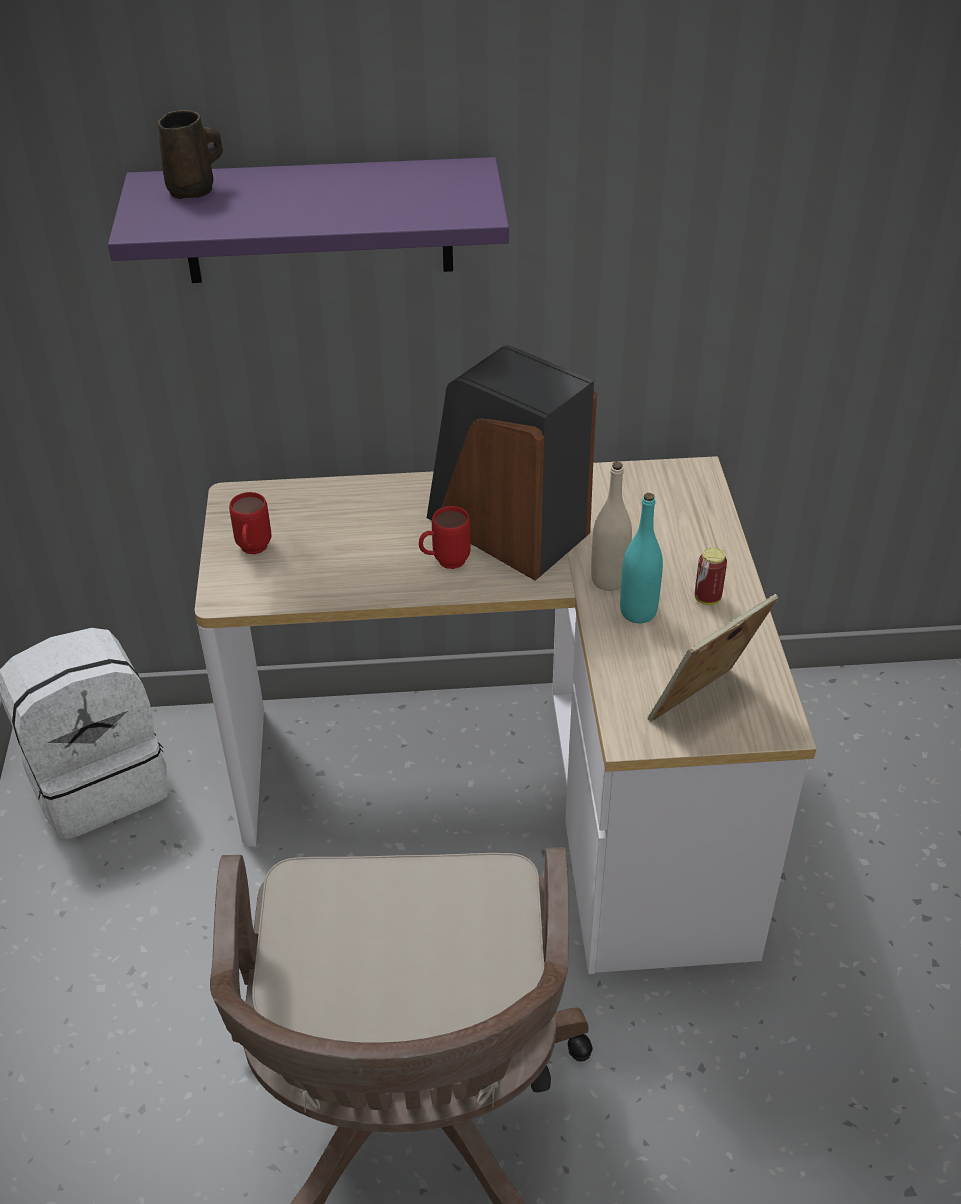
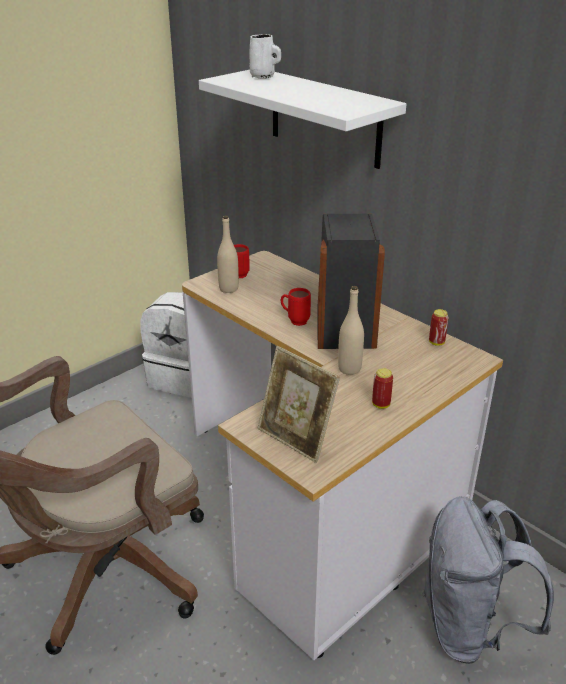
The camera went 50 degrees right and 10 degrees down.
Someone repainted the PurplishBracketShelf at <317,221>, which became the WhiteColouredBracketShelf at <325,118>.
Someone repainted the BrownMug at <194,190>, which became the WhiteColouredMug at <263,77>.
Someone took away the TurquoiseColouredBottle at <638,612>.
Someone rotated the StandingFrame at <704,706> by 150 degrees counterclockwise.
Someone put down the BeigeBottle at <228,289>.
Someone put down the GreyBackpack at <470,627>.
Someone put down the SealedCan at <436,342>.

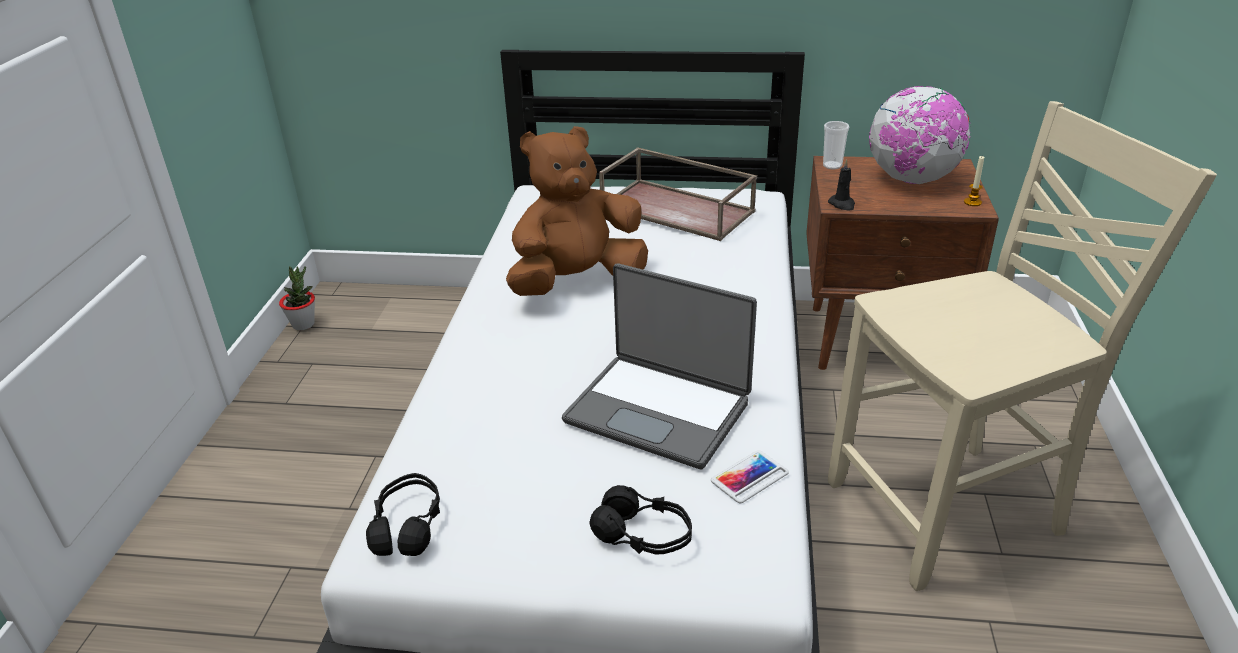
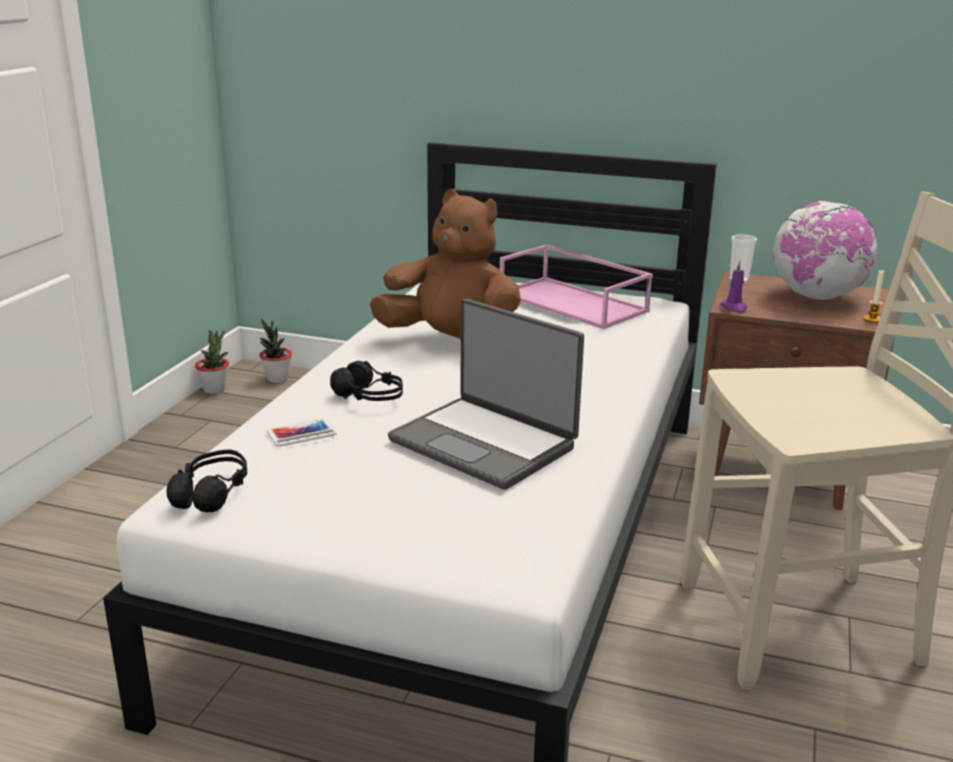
The camera went 10 degrees right and 10 degrees down.
Someone rotated the BrownCuddlyToy at <577,281> by 45 degrees clockwise.
Someone carried the BlackHeadset from <643,535> to <369,397>.
Someone repainted the BrownServingTray at <679,209>, which became the PinkServingTray at <574,302>.
Someone carried the Handset from <749,477> to <301,433>.
Someone repainted the BlackWaxLight at <842,204>, which became the PurplishWaxLight at <734,308>.
Someone put down the PottedPlant at <277,379>.

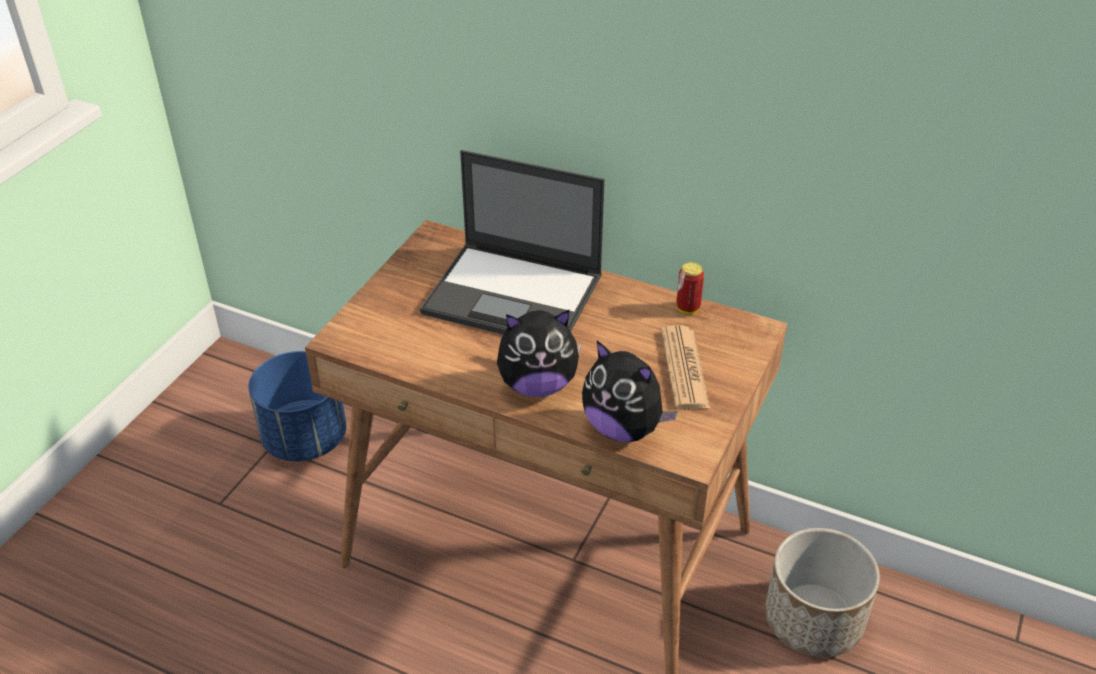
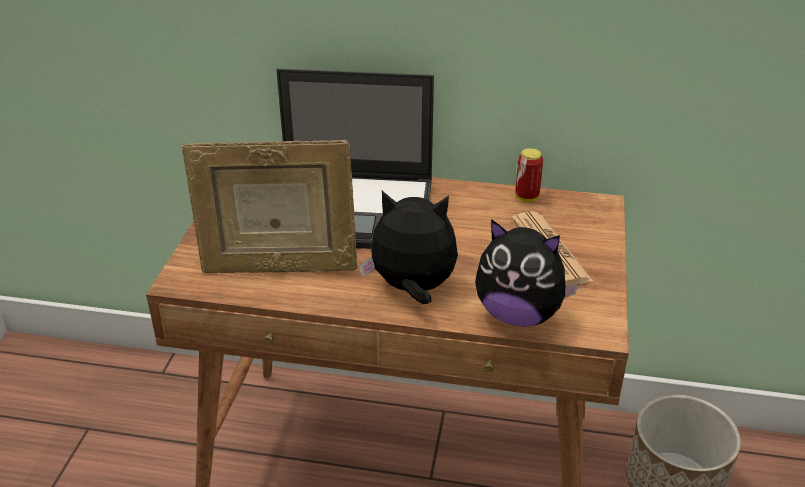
The camera went 15 degrees left and 5 degrees down.
Someone took away the BlueFlowerPot at <304,439>.
Someone rotated the CuddlyToy at <537,385> by 150 degrees counterclockwise.
Someone put down the StandingFrame at <278,267>.

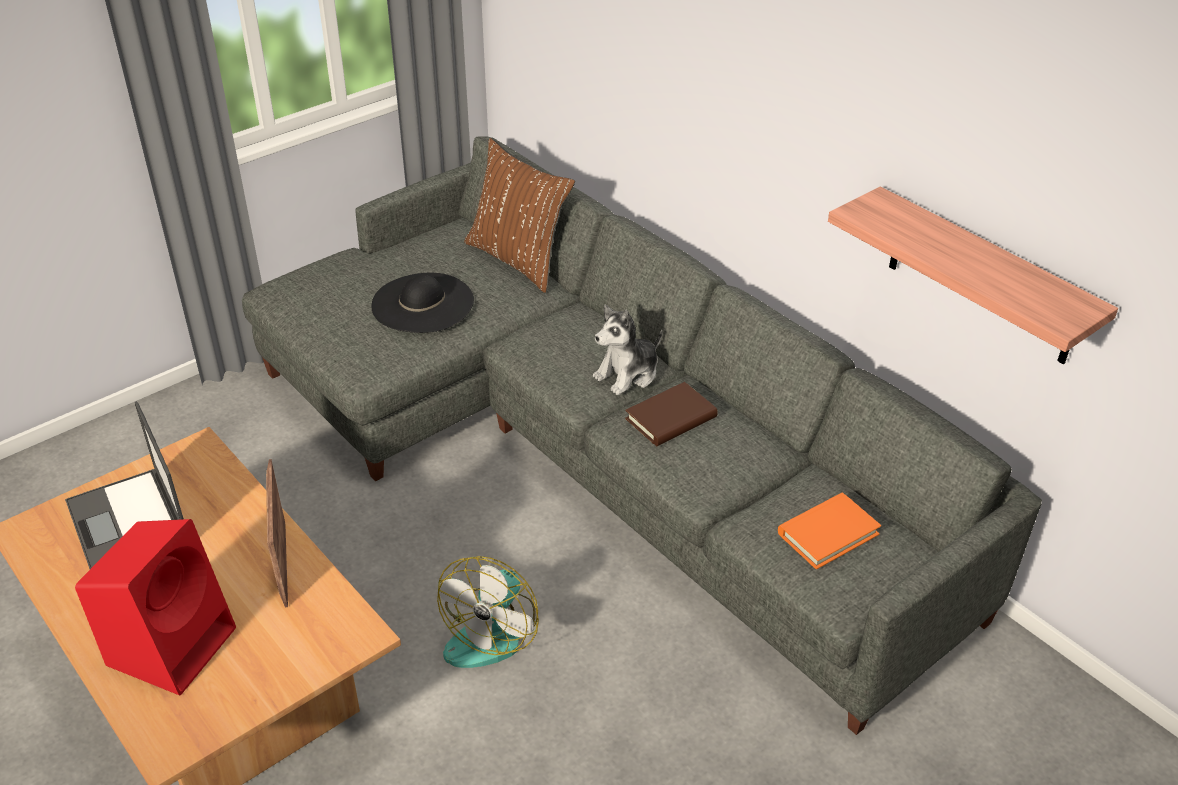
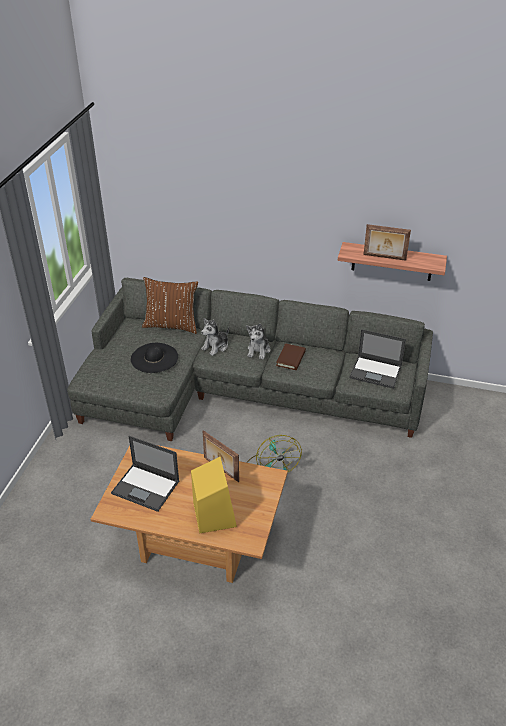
The camera went 35 degrees left and 0 degrees up.
Someone repainted the RedColouredSpeaker at <173,643>, which became the YellowSpeaker at <214,514>.
Someone swapped the OrangeColouredVolume at <828,534> for the NotebookComputer at <376,372>.
Someone put down the CuddlyToy at <216,346>.
Someone put down the StandingFrame at <384,257>.

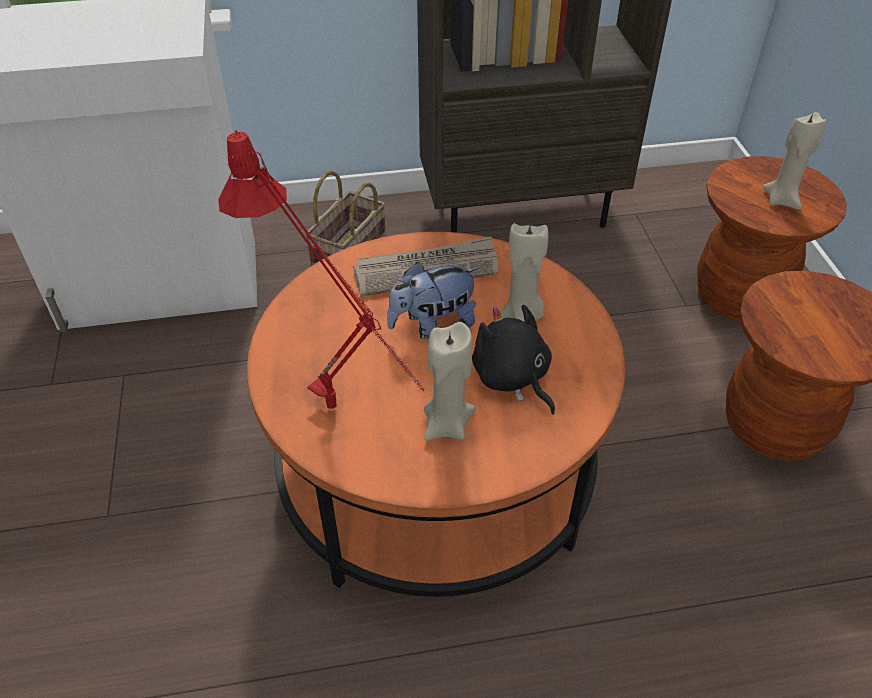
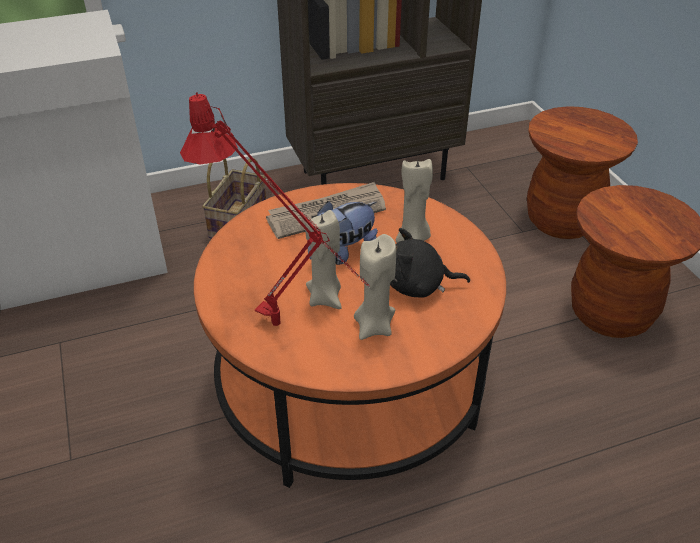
The camera went 10 degrees left and 5 degrees down.
Someone rotated the BlackCuddlyToy at <512,378> by 45 degrees counterclockwise.
Someone carried the BeigeWaxLight from <782,200> to <325,297>.

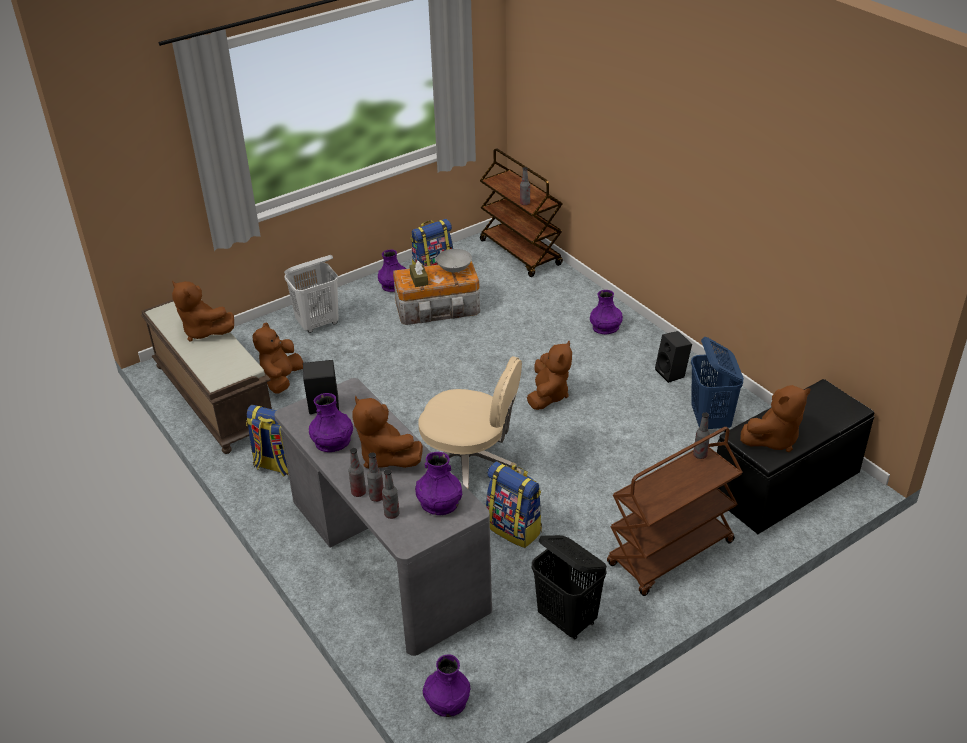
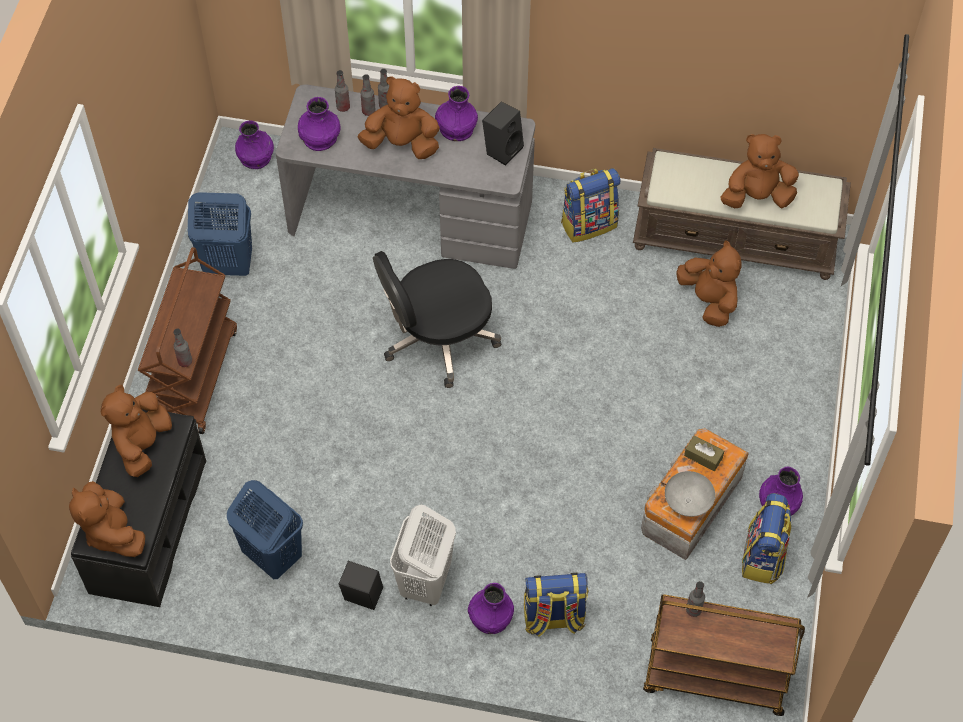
The camera went 135 degrees right and 20 degrees up.
Someone carried the WhiteColouredWashingBasket from <318,323> to <425,583>.
Someone repainted the BeigeDeskChair at <470,465>, which became the BlackDeskChair at <438,339>.
Someone carried the Backpack from <515,528> to <553,618>.
Someone carried the BrownCuddlyToy from <548,395> to <112,532>.
Someone repainted the BlackWashingBasket at <567,620>, which became the BlueWashingBasket at <227,265>.

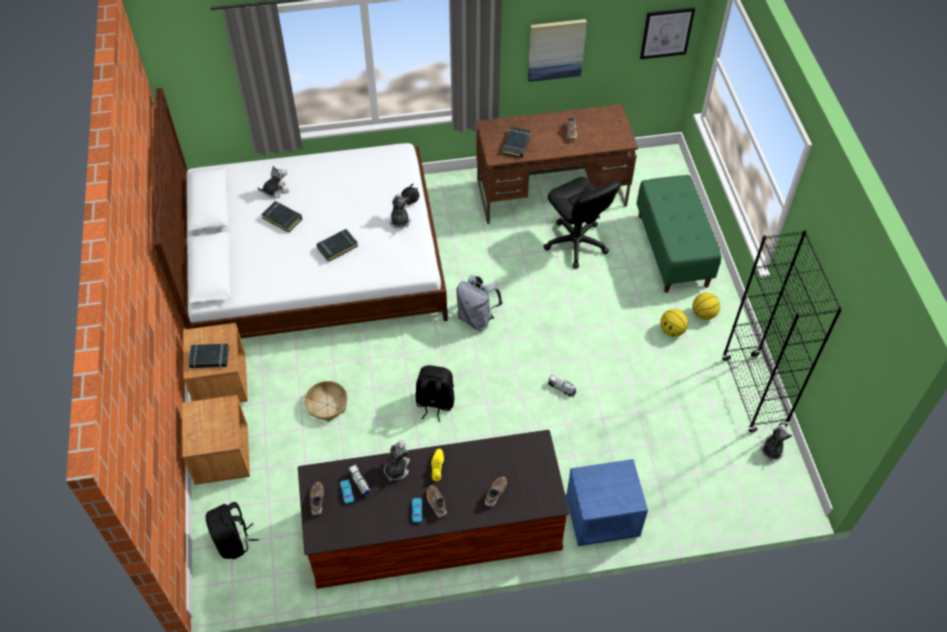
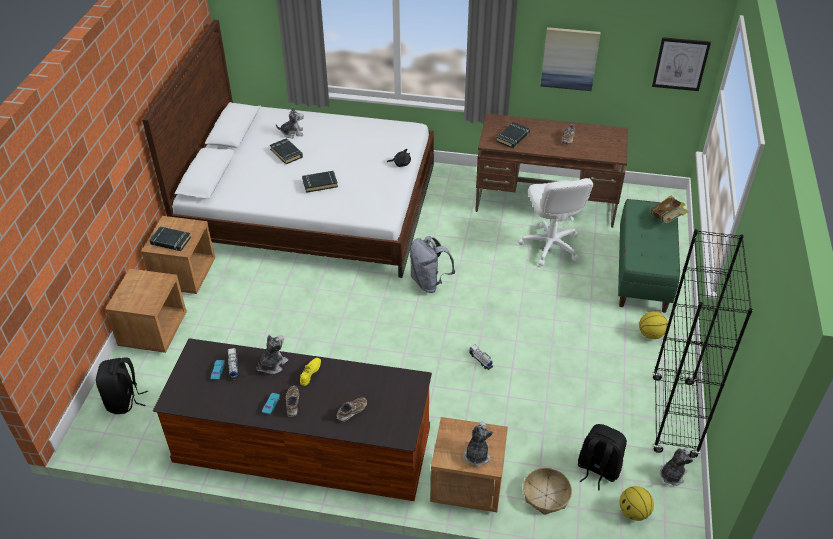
The camera went 20 degrees right and 10 degrees down.
Someone carried the StorageBasket from <327,405> to <546,495>.
Someone took away the Shoe at <317,500>.
Someone carried the CuddlyToy from <399,221> to <476,454>.
Someone carried the BlackBackpack from <434,403> to <597,469>.
Someone repainted the BlackDeskChair at <576,243>, which became the WhiteColouredDeskChair at <550,246>.
Someone repainted the BlueBedsideTable at <601,518>, which became the BrownBedsideTable at <467,484>.
Someone carried the BasketballBall from <672,330> to <634,512>.
Someone put down the Volume at <666,220>.

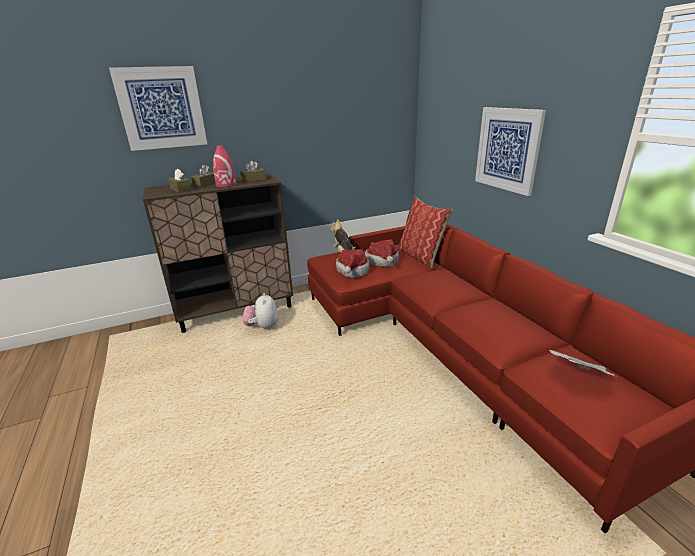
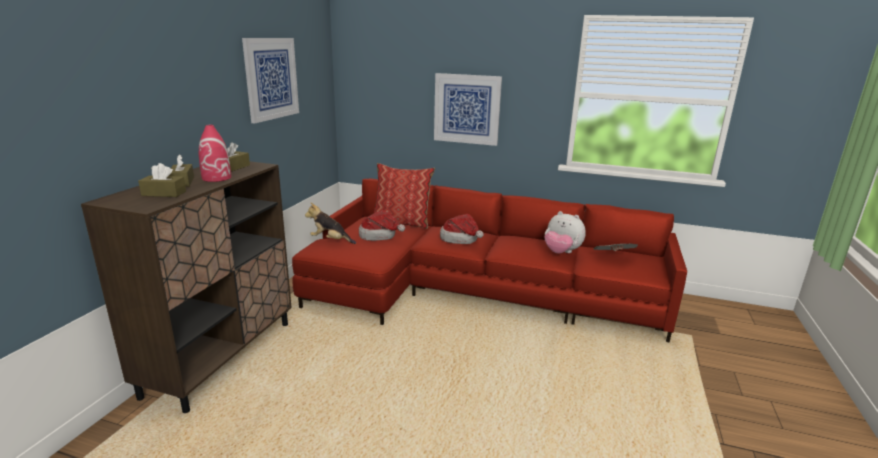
The camera went 50 degrees left and 5 degrees down.
Someone carried the Picture from <161,108> to <271,78>.
Someone carried the CuddlyToy from <263,327> to <561,252>.
Someone carried the WearableHat from <352,272> to <461,239>.

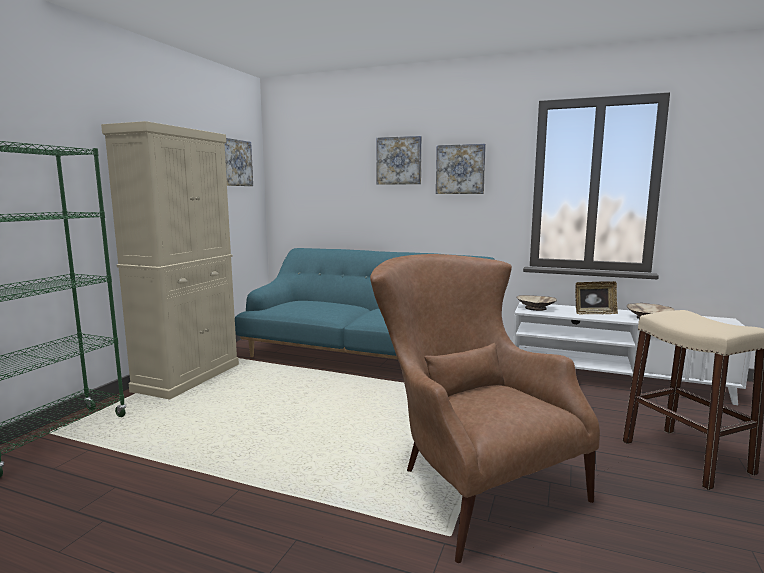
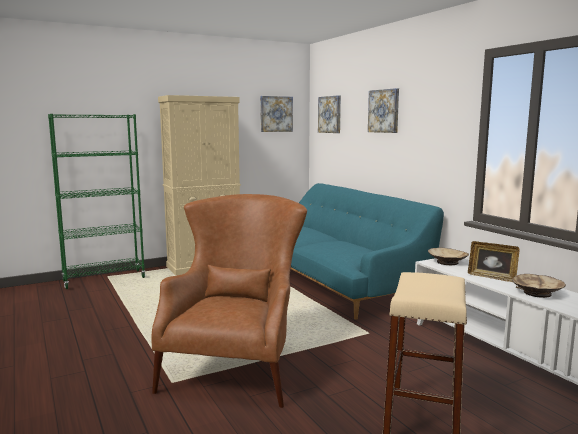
The camera went 40 degrees right and 0 degrees up.
Someone carried the Picture from <460,169> to <330,114>.

